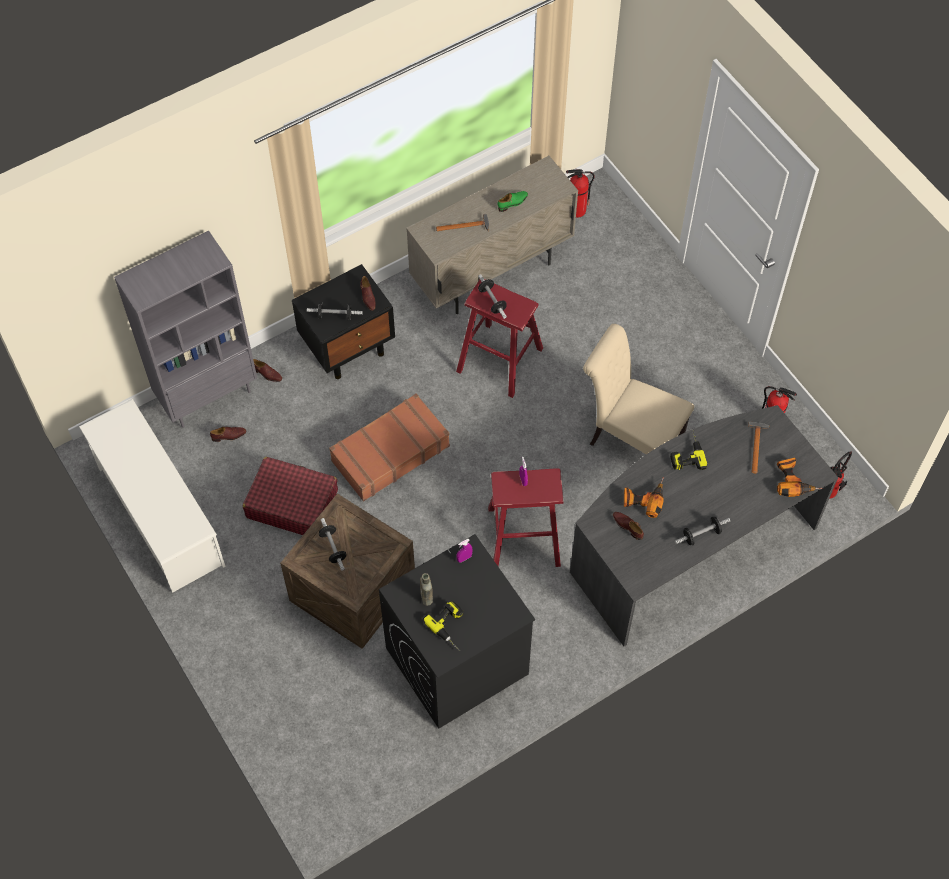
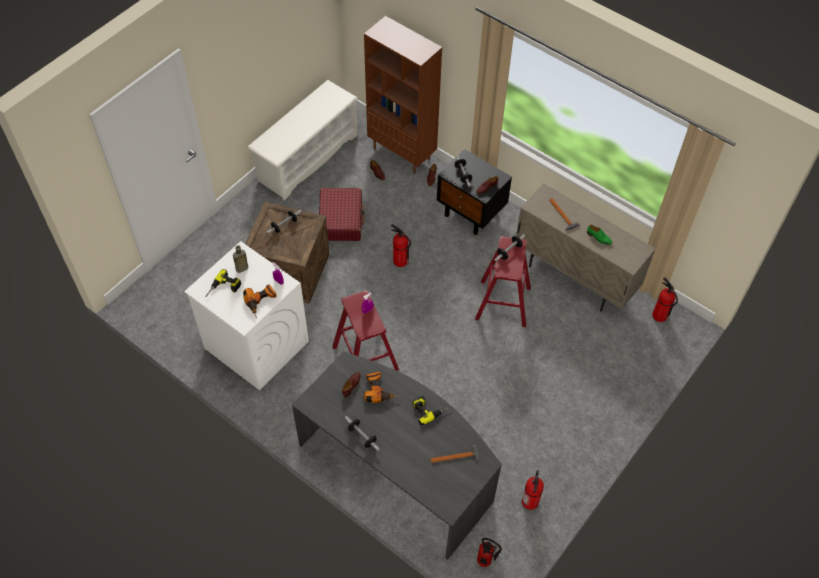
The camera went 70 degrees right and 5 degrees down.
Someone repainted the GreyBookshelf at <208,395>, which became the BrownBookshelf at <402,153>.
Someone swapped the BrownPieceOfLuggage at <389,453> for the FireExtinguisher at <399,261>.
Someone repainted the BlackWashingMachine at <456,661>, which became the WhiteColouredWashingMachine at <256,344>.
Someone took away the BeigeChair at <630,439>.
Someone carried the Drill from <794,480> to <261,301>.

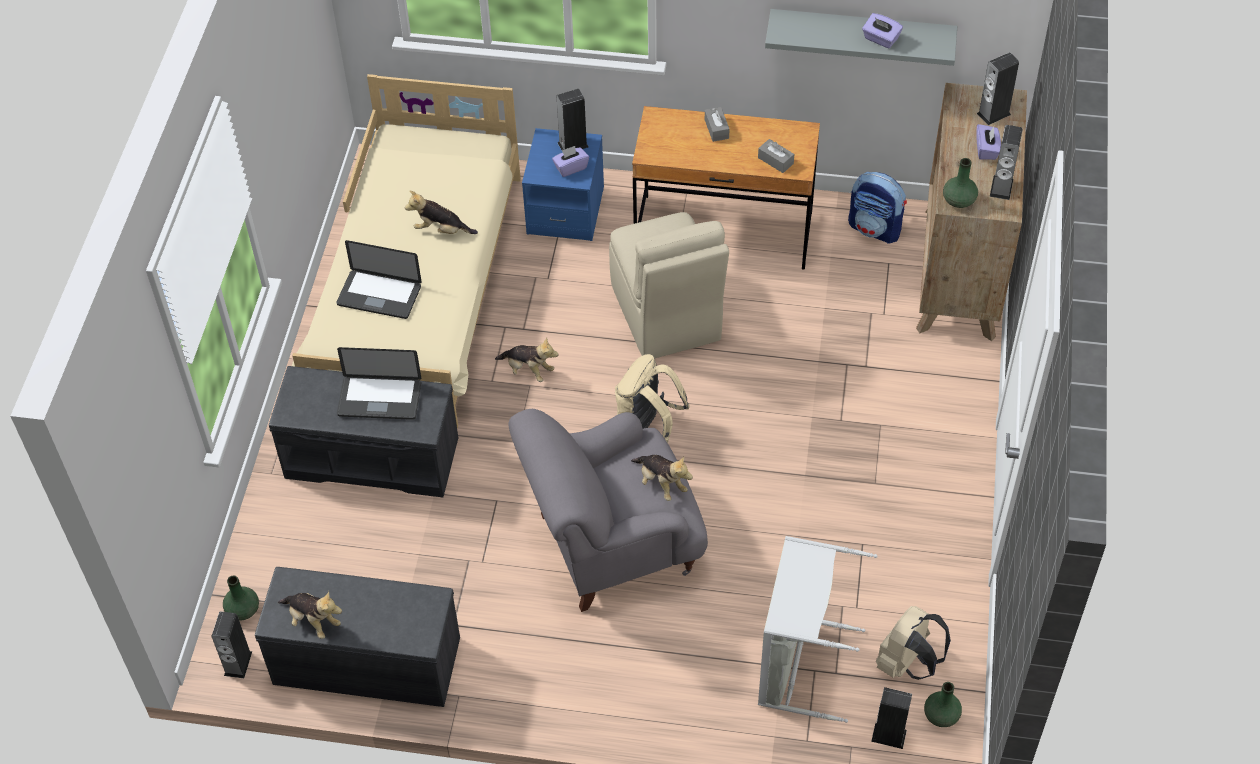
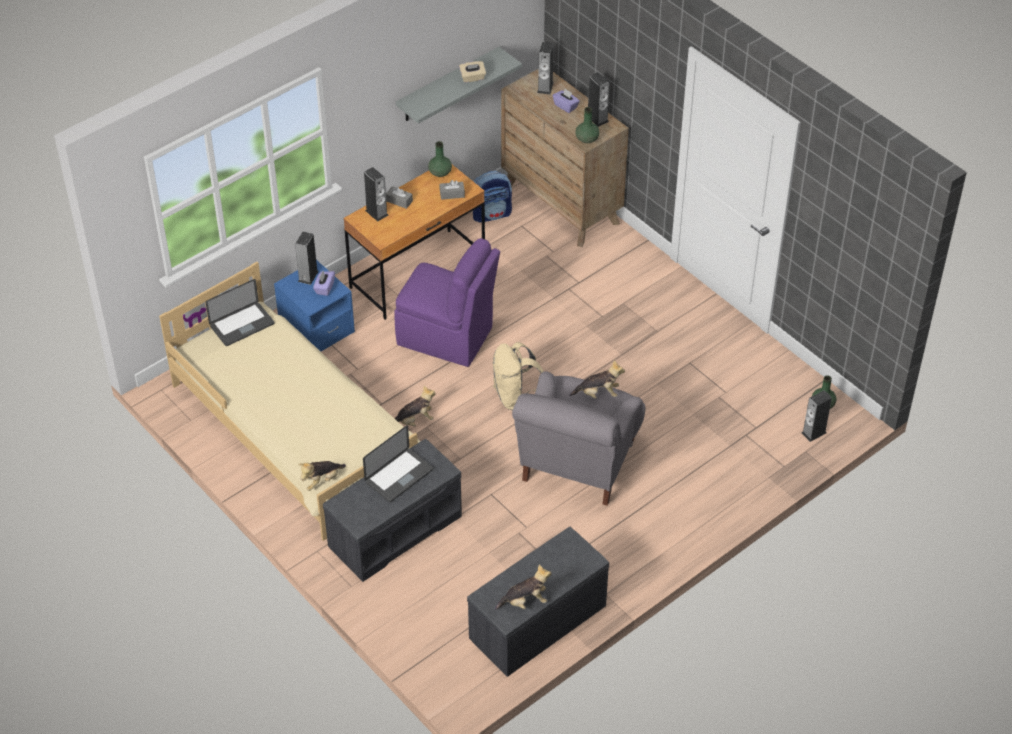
The camera went 50 degrees left and 5 degrees down.
Someone carried the Speaker from <238,663> to <376,213>.
Someone carried the GreenColouredFlowerVase from <242,610> to <439,172>.
Someone carried the NotebookComputer from <379,295> to <242,325>.
Someone carried the CuddlyToy from <441,230> to <322,480>.
Someone repainted the BeigeChair at <666,315>, which became the PurplishChair at <447,337>.
Someone took away the GreyWashingBasket at <797,664>.
Someone repainted the PurplishBoxOfTissues at <880,39>, which became the BeigeBoxOfTissues at <472,78>.
Someone took away the BeigeBackpack at <907,663>.

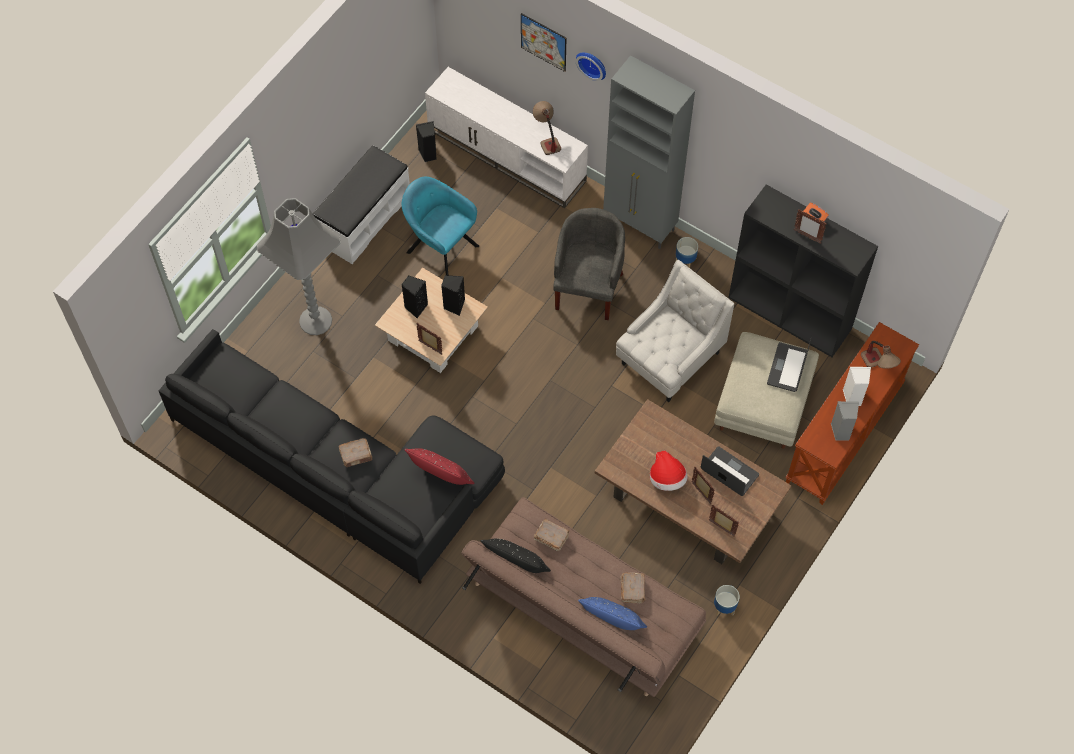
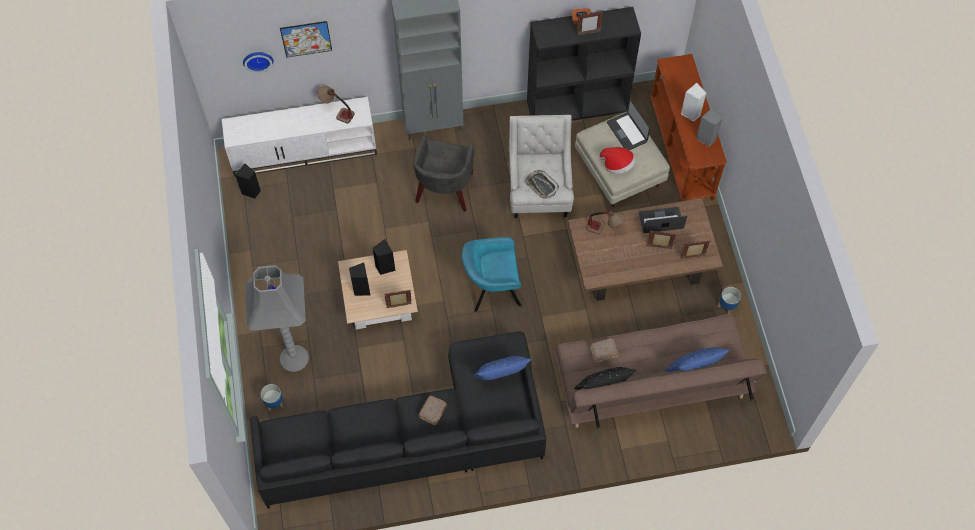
The camera went 45 degrees left and 0 degrees up.
Someone took away the WhiteColouredIndoorBench at <364,218>.
Someone carried the TurquoiseColouredArmchair from <440,247> to <492,289>.
Someone repainted the RedColouredPillow at <441,478>, which became the BluePillow at <501,377>.
Someone rotated the GreyArmchair at <588,288> by 135 degrees counterclockwise.
Someone carried the ClockOnTheWall from <592,64> to <257,59>.
Someone took away the BrownVolume at <633,589>.
Someone carried the WearableHat from <667,478> to <617,165>.
Someone carried the FlowerPot from <685,261> to <274,403>.
Someone carried the LampForATable from <877,367> to <604,229>.
Someone put down the ServingTray at <541,186>.

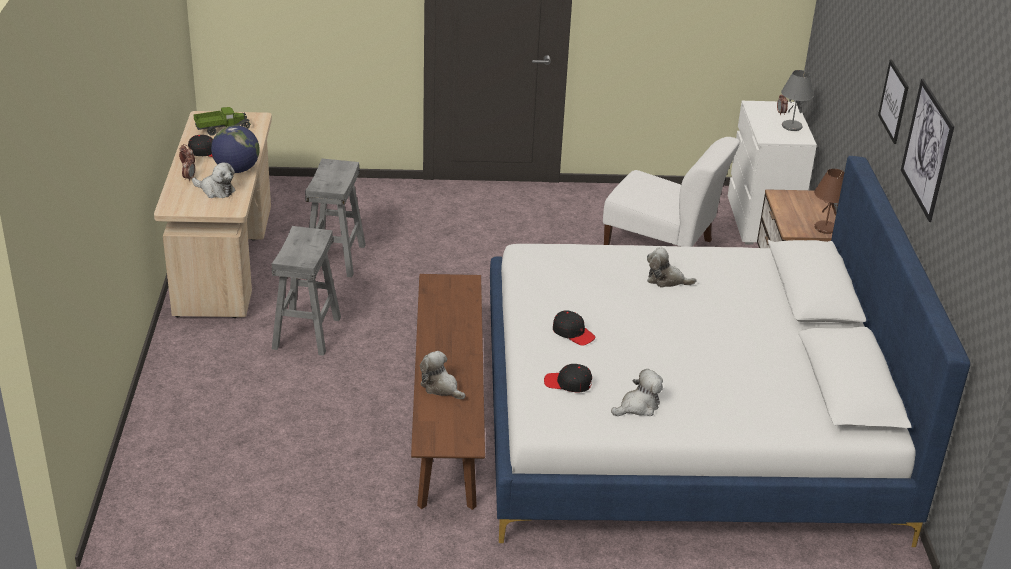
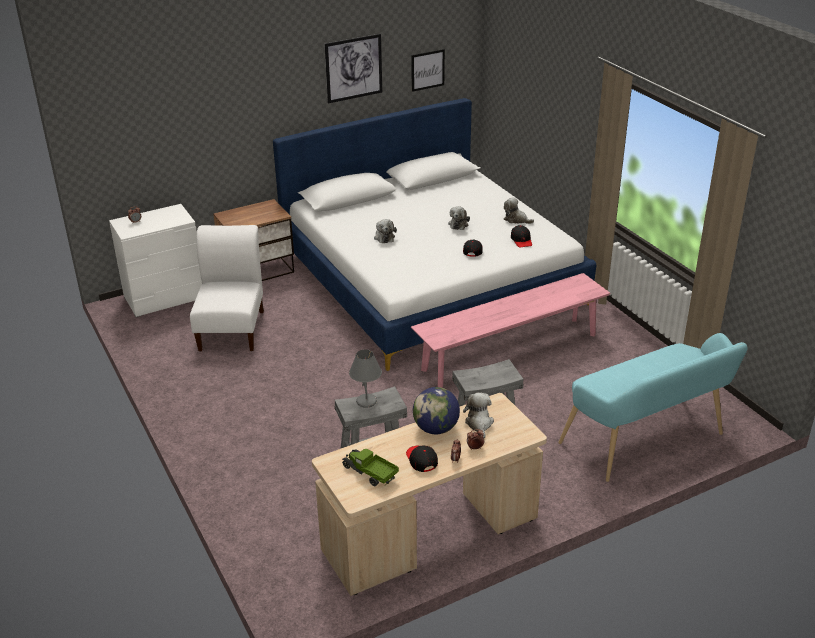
The camera went 115 degrees left and 0 degrees up.
Someone repainted the BrownIndoorBench at <448,416>, which became the PinkIndoorBench at <510,352>.
Someone carried the CuddlyToy from <441,387> to <458,224>.
Someone carried the GreyLampForATable from <791,127> to <367,402>.
Someone took away the BrownLampForATable at <824,228>.
Someone carried the Picture from <894,101> to <427,70>.
Someone put down the TurquoiseColouredIndoorBench at <647,442>.

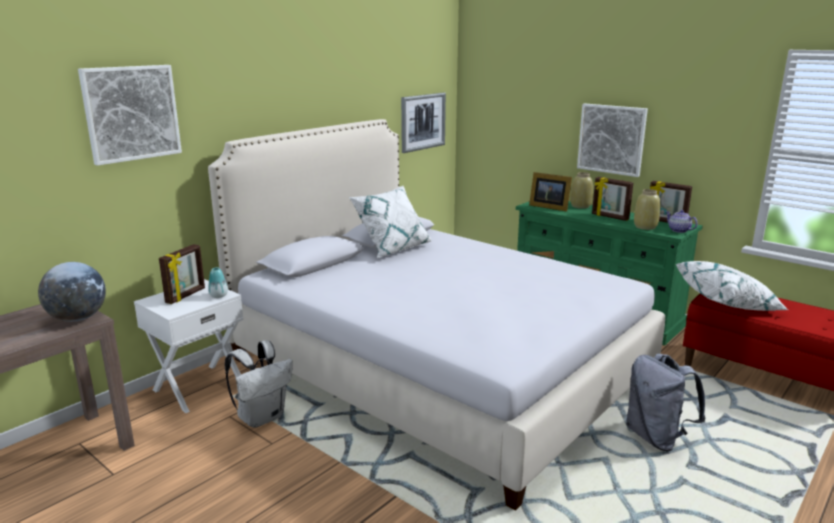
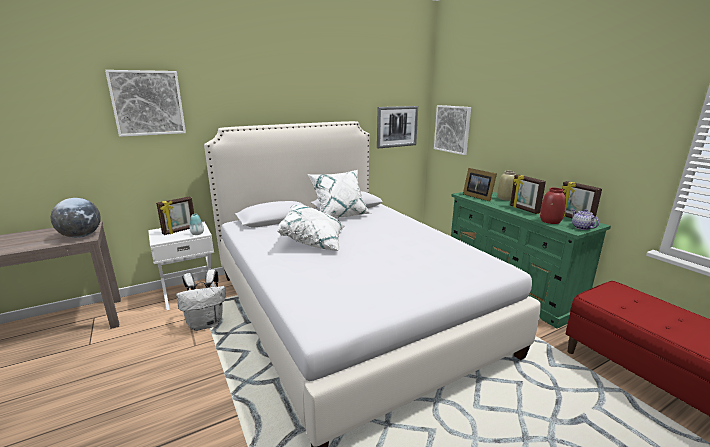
The camera went 20 degrees right and 0 degrees up.
Someone carried the Picture from <611,139> to <452,129>.
Someone took away the GreyBackpack at <656,437>.
Someone repainted the BeigeFlowerVase at <645,227>, which became the RedColouredFlowerVase at <550,221>.
Someone carried the WhiteColouredPillow from <727,304> to <314,241>.

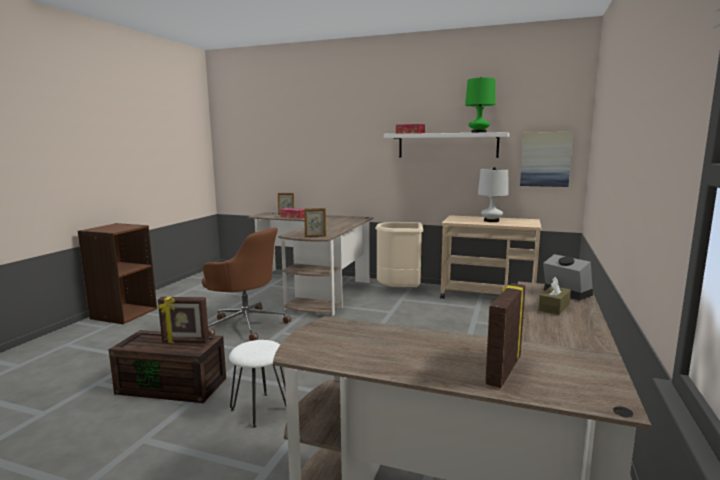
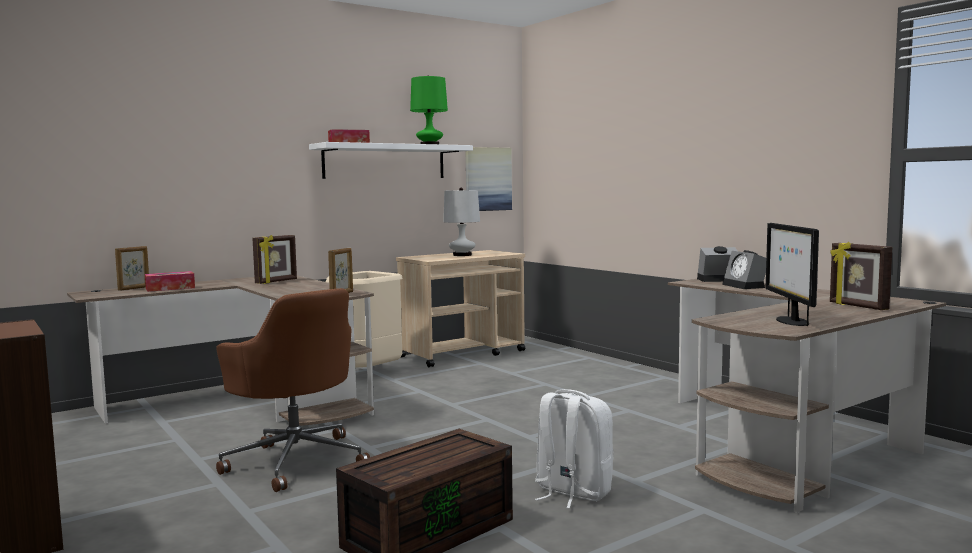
The camera went 55 degrees left and 5 degrees down.
Someone carried the StandingFrame from <185,342> to <276,281>.
Someone rotated the BrownDeskChair at <246,324> by 75 degrees clockwise.
Someone swapped the WhiteColouredStool at <260,409> for the WhiteColouredBackpack at <572,492>.
Someone swapped the BrownBoxOfTissues at <554,307> for the TableClock at <746,286>.
Someone put down the ComputerScreen at <791,321>.

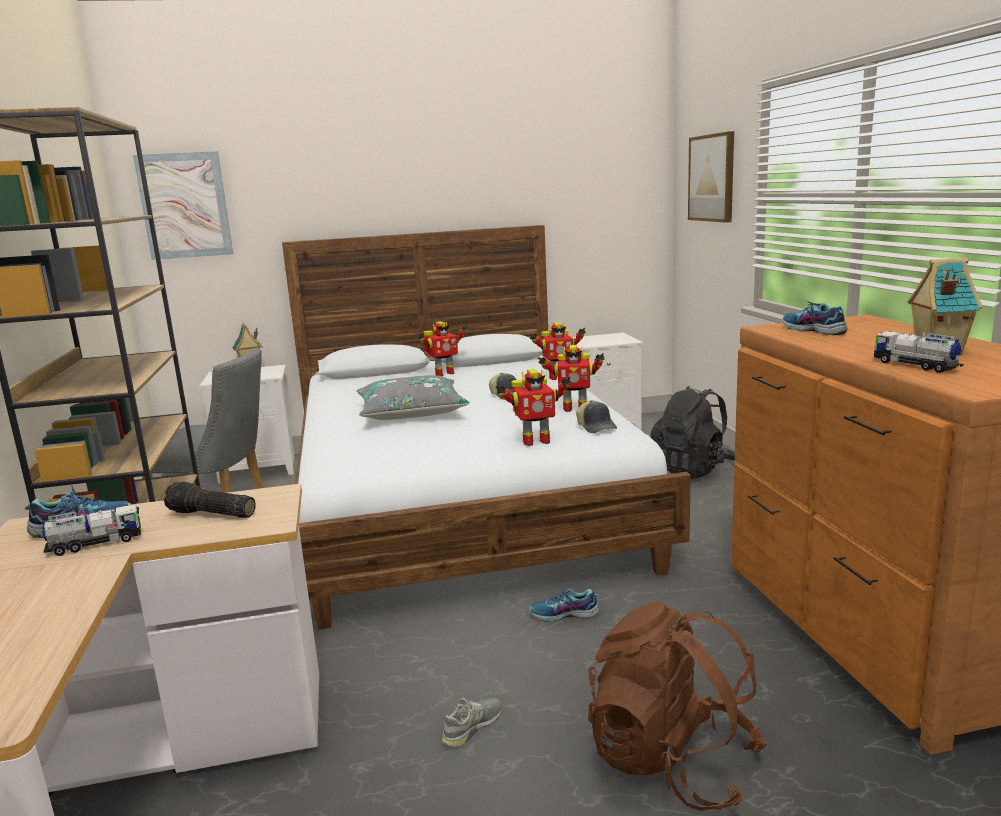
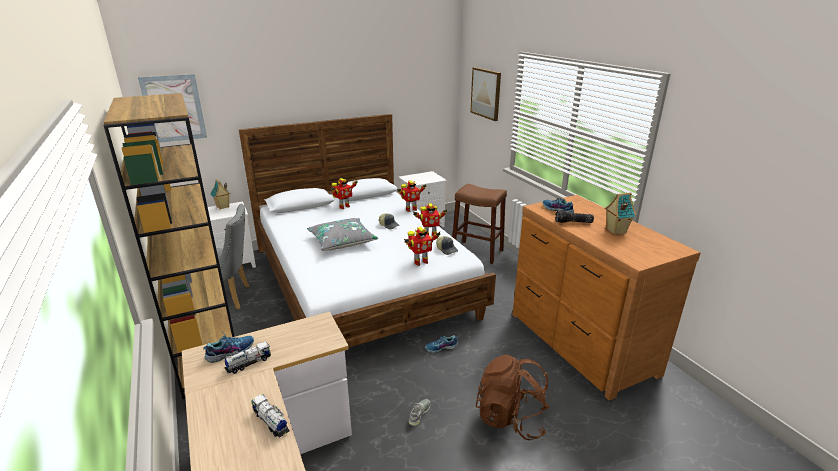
The camera went 15 degrees left and 10 degrees up.
Someone carried the Flashlight from <211,514> to <573,222>.
Someone swapped the BlackBackpack at <692,469> for the BrownStool at <477,252>.
Someone carried the ModelTruck from <915,365> to <271,422>.

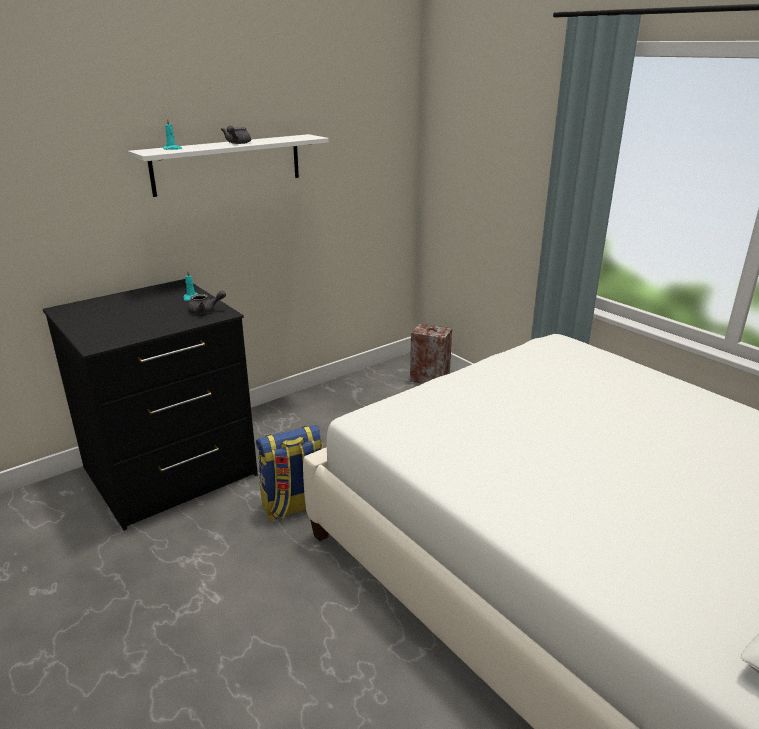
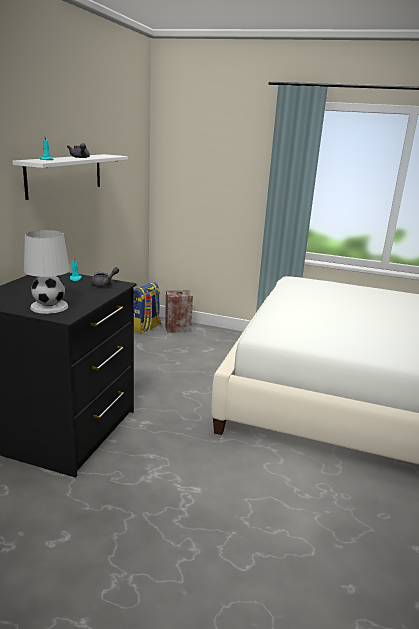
The camera went 35 degrees left and 5 degrees down.
Someone carried the Backpack from <294,506> to <145,328>.
Someone put down the WhiteColouredLampForATable at <49,306>.

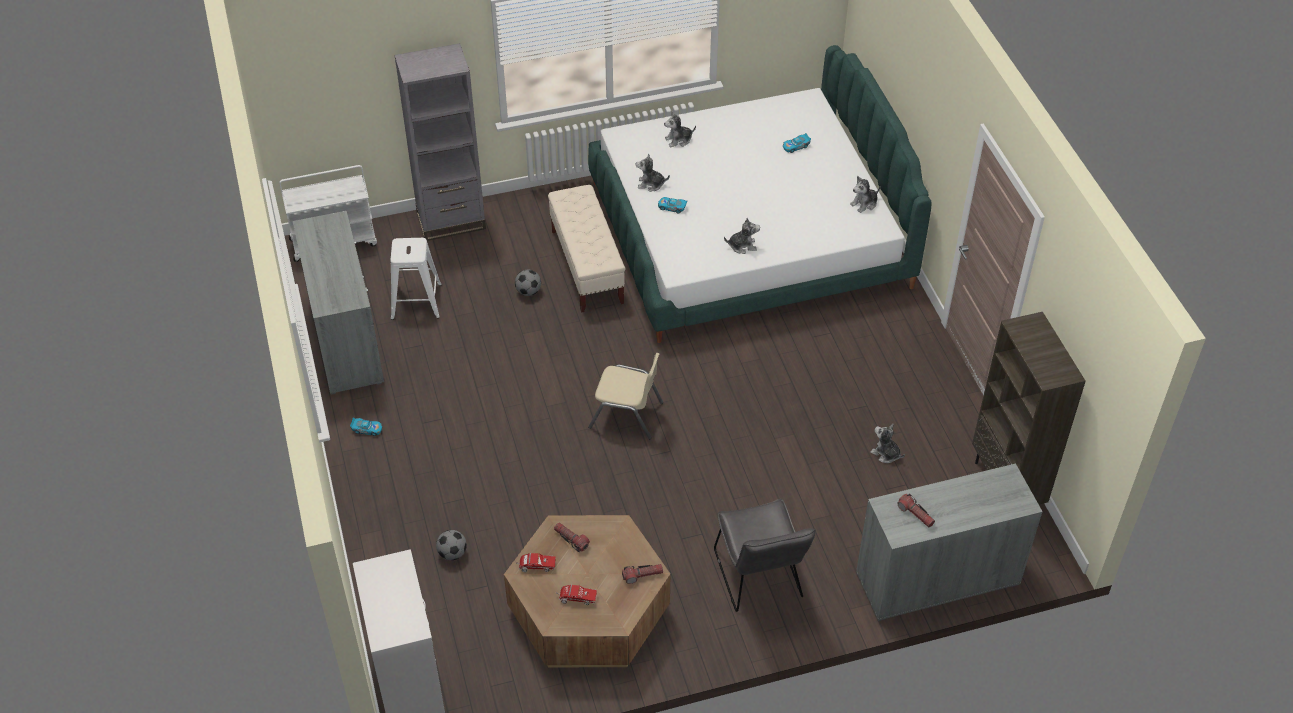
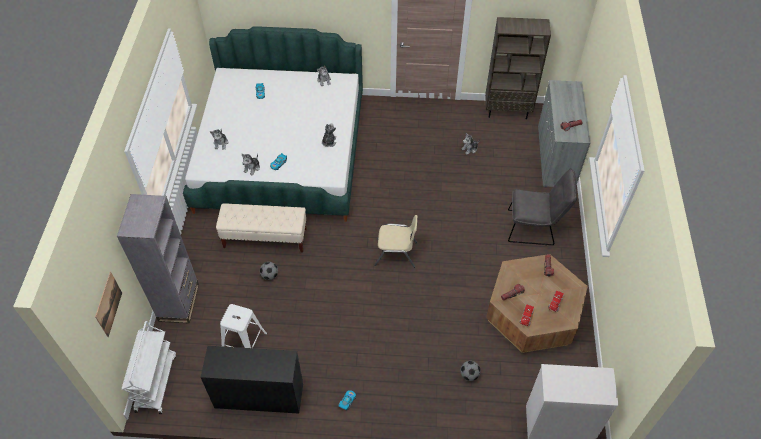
The camera went 70 degrees left and 5 degrees up.
Someone swapped the GreyCabinet at <346,340> for the BlackDeskUnit at <259,396>.
Someone rotated the BeigeChair at <626,415> by 60 degrees clockwise.
Someone put up the Picture at <108,304>.

